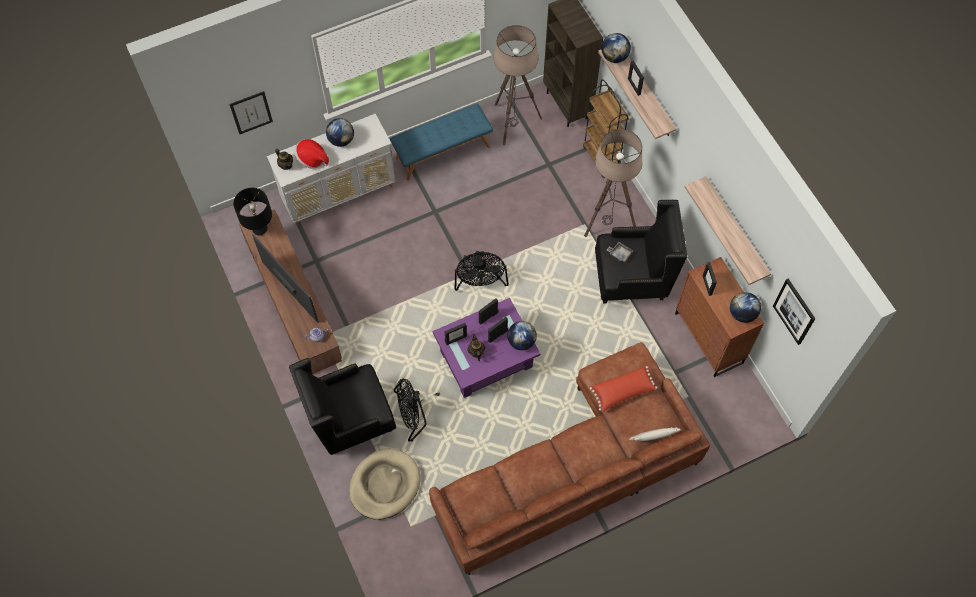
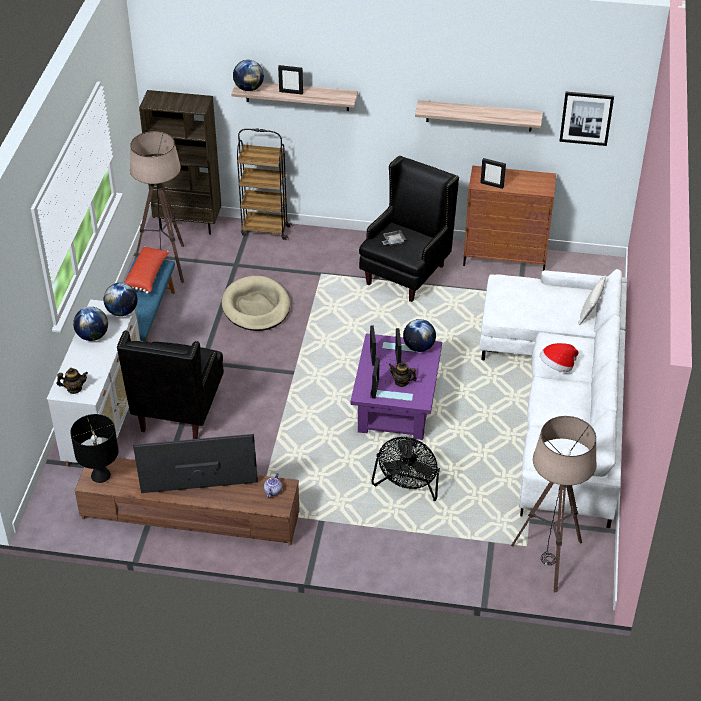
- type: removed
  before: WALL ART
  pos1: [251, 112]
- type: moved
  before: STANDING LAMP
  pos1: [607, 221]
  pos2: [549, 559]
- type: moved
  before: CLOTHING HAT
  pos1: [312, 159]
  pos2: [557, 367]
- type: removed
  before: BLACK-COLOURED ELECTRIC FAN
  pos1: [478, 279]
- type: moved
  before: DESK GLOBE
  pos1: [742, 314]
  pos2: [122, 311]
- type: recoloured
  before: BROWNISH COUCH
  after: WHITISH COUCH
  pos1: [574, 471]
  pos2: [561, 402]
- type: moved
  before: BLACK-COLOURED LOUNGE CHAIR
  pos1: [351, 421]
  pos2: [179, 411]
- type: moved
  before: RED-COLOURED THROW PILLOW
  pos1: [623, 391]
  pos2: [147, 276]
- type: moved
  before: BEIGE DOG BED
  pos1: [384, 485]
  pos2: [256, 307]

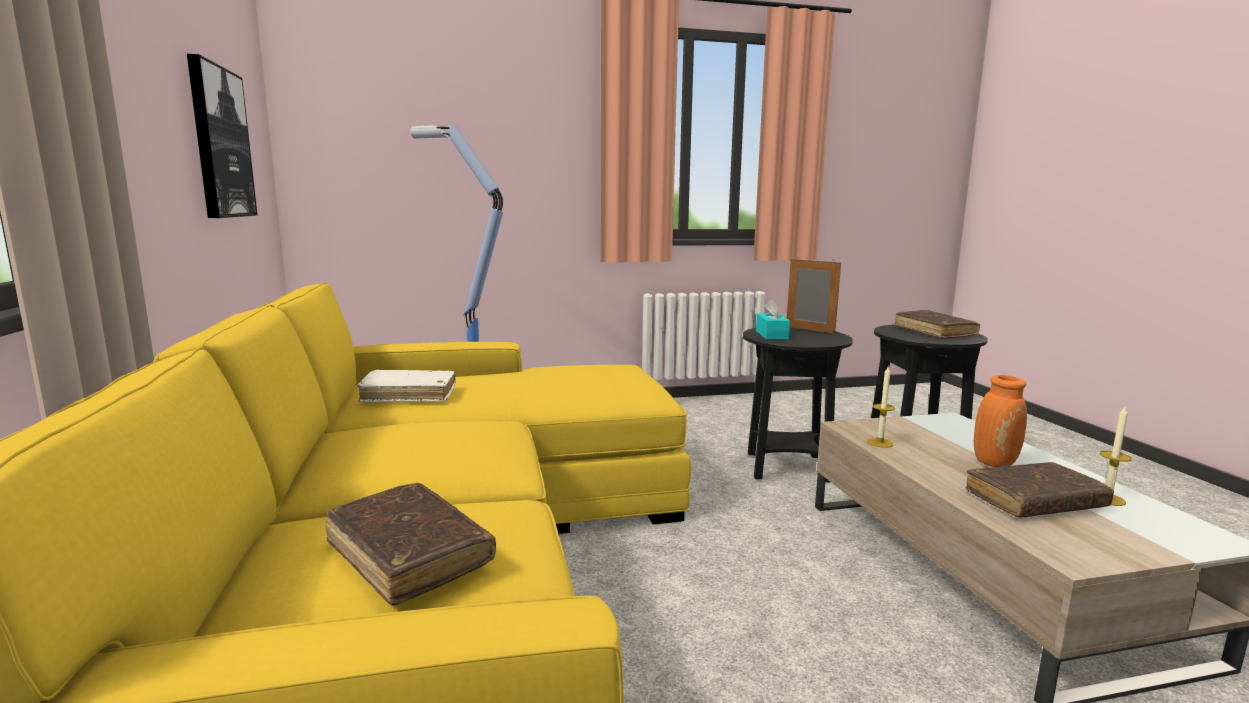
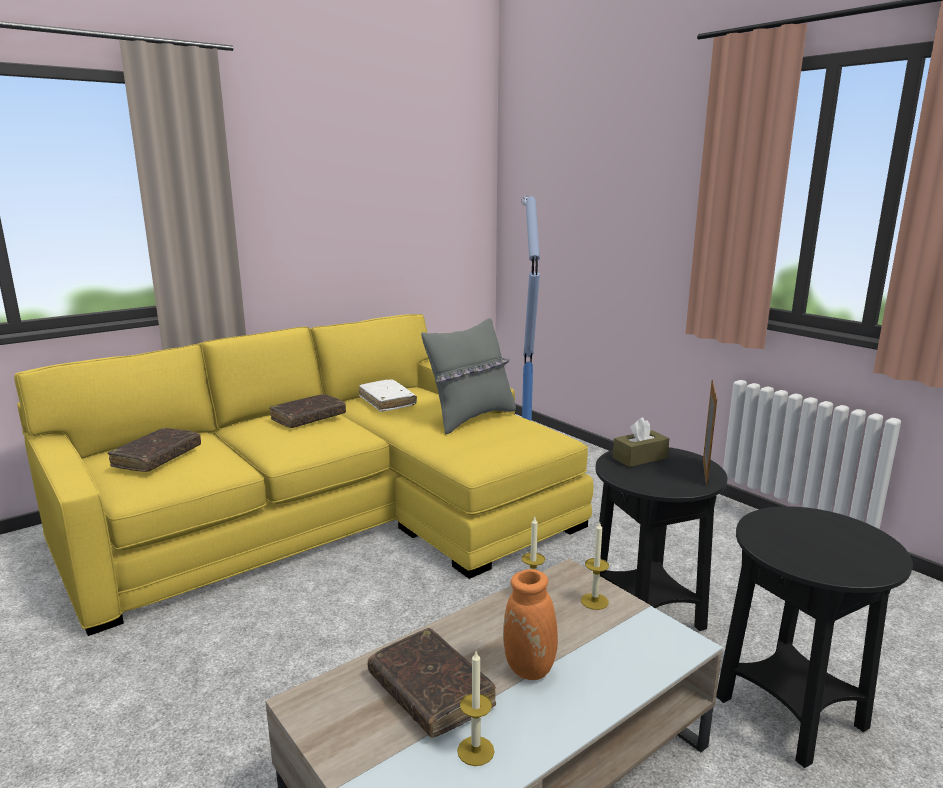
- type: removed
  before: WALL ART
  pos1: [220, 143]
- type: recoloured
  before: TURQUOISE TISSUE BOX
  after: BROWNISH TISSUE BOX
  pos1: [771, 335]
  pos2: [640, 458]
- type: moved
  before: BROWNISH VOLUME
  pos1: [934, 332]
  pos2: [308, 418]
- type: added
  after: GREY THROW PILLOW
  pos2: [471, 418]
- type: added
  after: WAX LIGHT
  pos2: [594, 601]

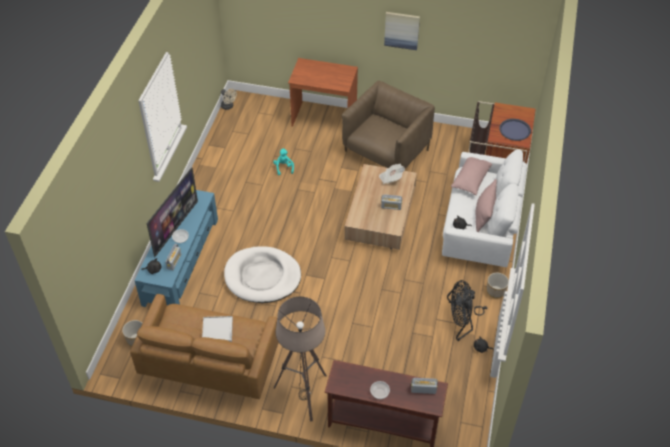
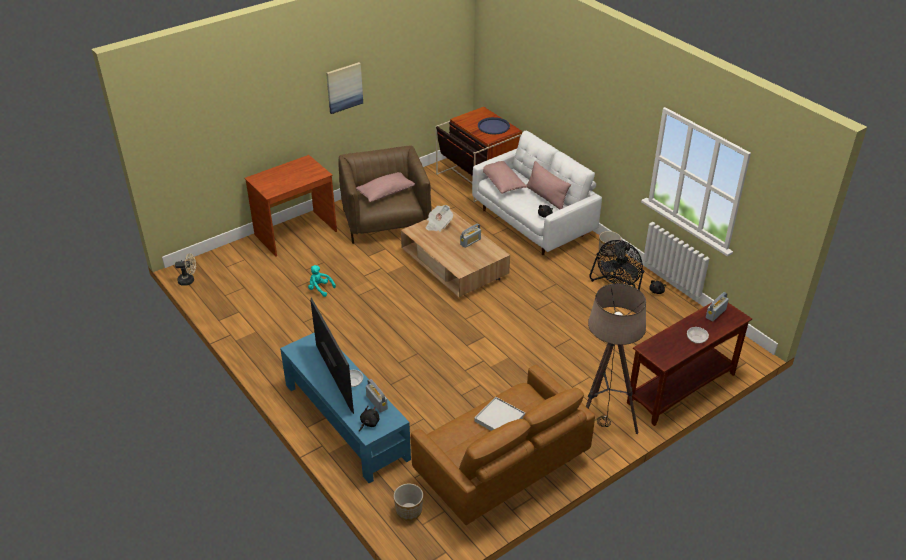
- type: removed
  before: WHITISH DOG BED
  pos1: [262, 277]
- type: added
  after: PINKISH THROW PILLOW
  pos2: [385, 193]

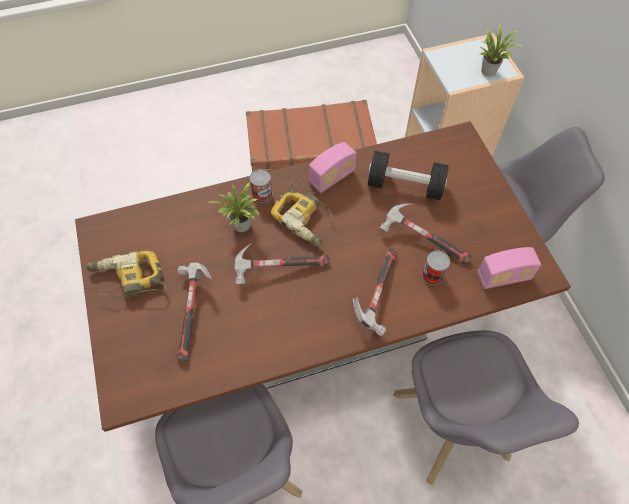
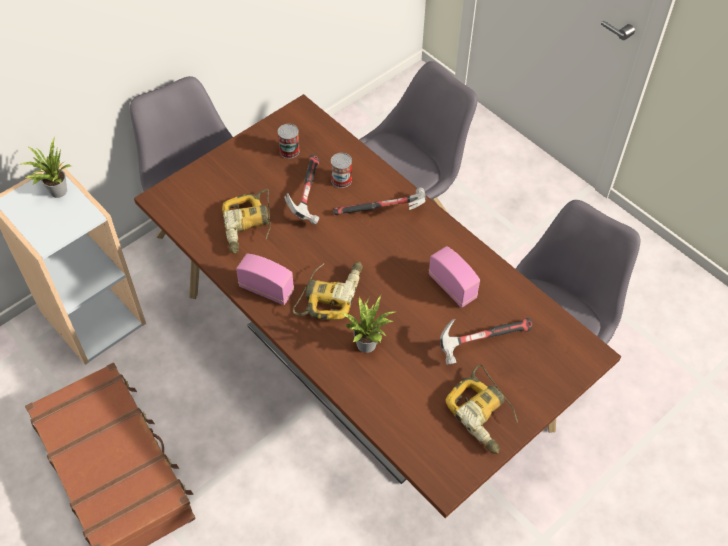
- type: replaced
  before: BLACK-COLOURED FREE WEIGHT
  after: DRILL
  pos1: [405, 186]
  pos2: [249, 226]
- type: moved
  before: CAN
  pos1: [262, 194]
  pos2: [289, 150]
- type: removed
  before: TOOL HAMMER
  pos1: [278, 268]
- type: moved
  before: RADIO
  pos1: [503, 277]
  pos2: [452, 287]

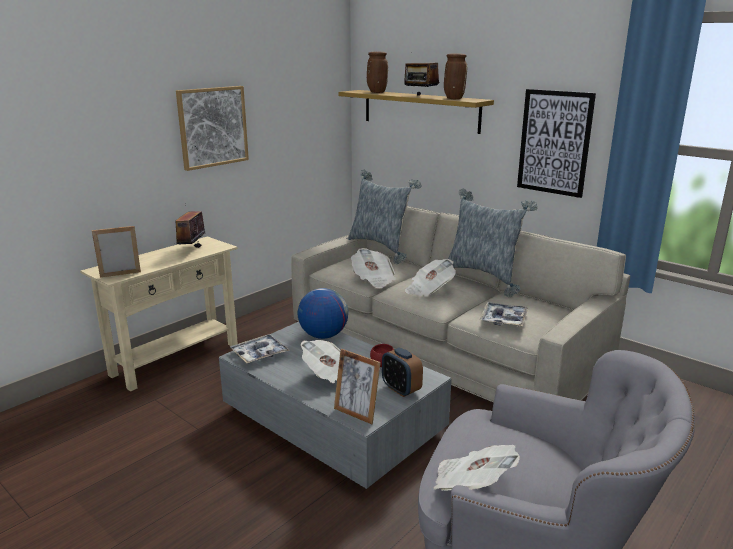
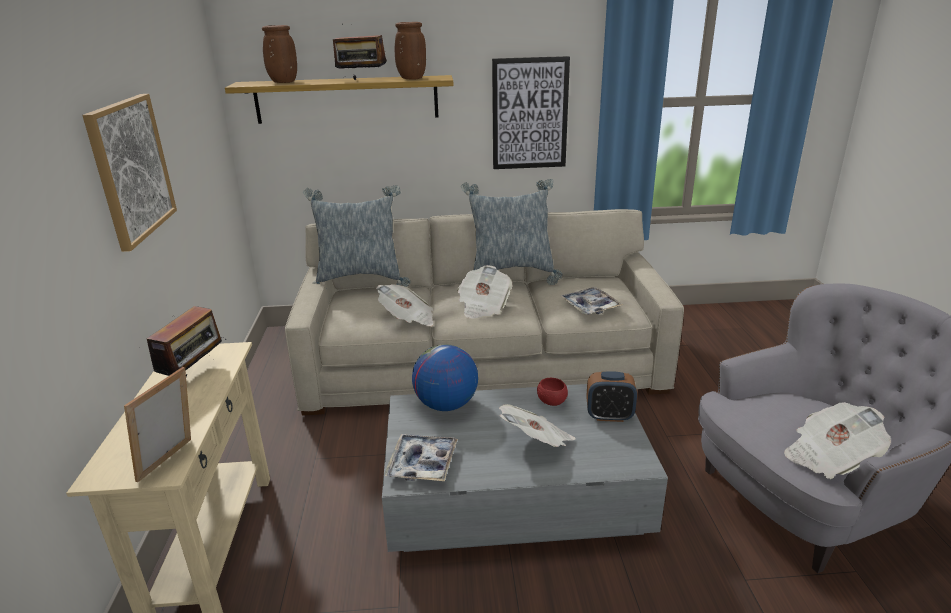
- type: turned
  before: RADIO
  pos1: [191, 250]
  pos2: [195, 373]
  turn: -120
- type: removed
  before: STANDING FRAME
  pos1: [356, 413]

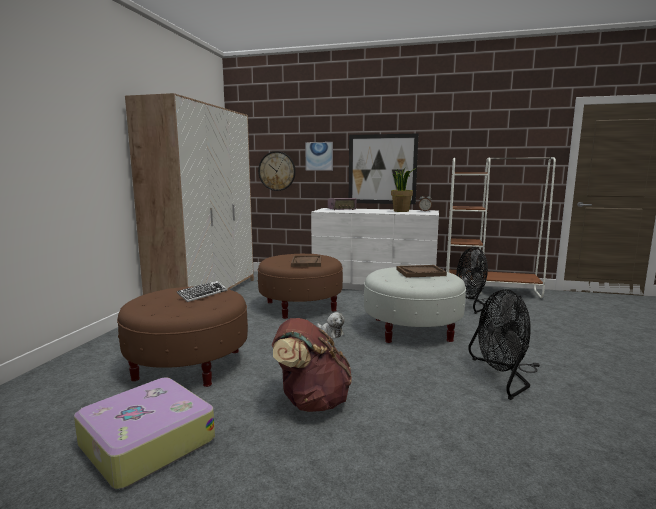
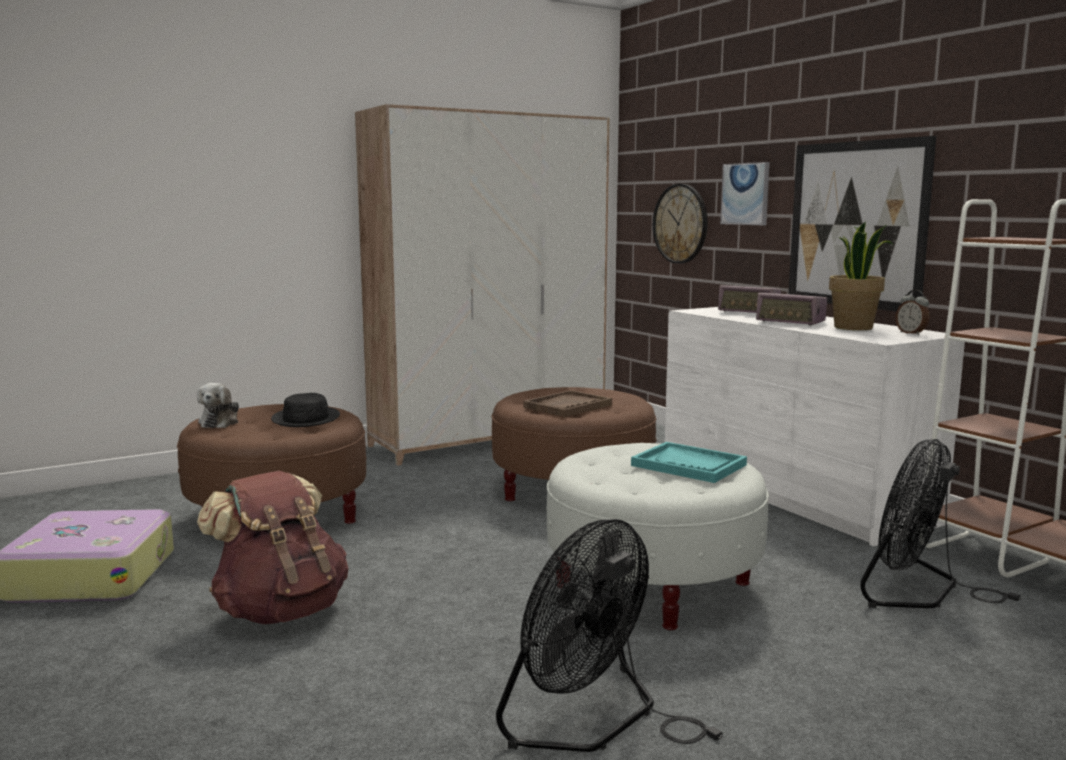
- type: recoloured
  before: BROWNISH CARRYING TRAY
  after: TURQUOISE CARRYING TRAY
  pos1: [420, 272]
  pos2: [689, 465]
- type: replaced
  before: KEYBOARD
  after: BLACK-COLOURED CLOTHING HAT
  pos1: [202, 294]
  pos2: [306, 418]
- type: moved
  before: SOFT TOY
  pos1: [330, 333]
  pos2: [220, 422]
- type: added
  after: RADIO
  pos2: [791, 322]

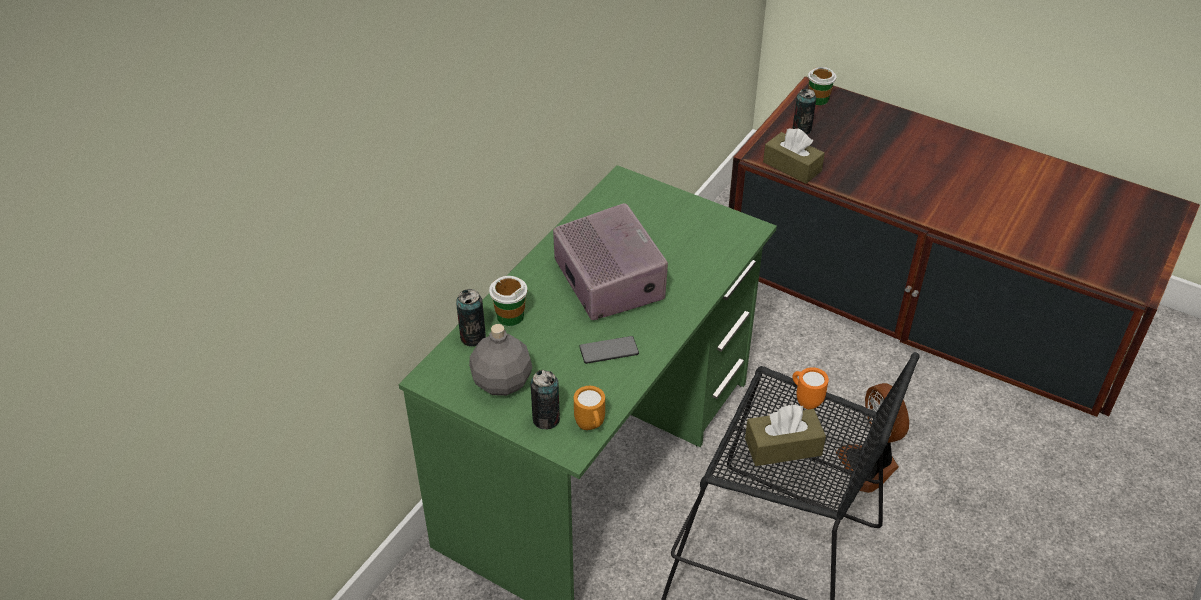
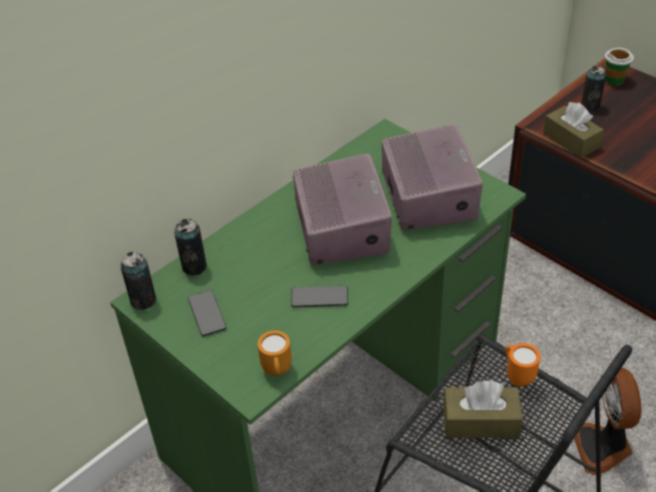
- type: removed
  before: DRINKING CUP
  pos1: [510, 316]
- type: replaced
  before: GREY BOTTLE
  after: HANDSET
  pos1: [502, 381]
  pos2: [207, 313]
- type: moved
  before: CAN
  pos1: [546, 419]
  pos2: [143, 300]
- type: added
  after: RADIO
  pos2: [429, 195]

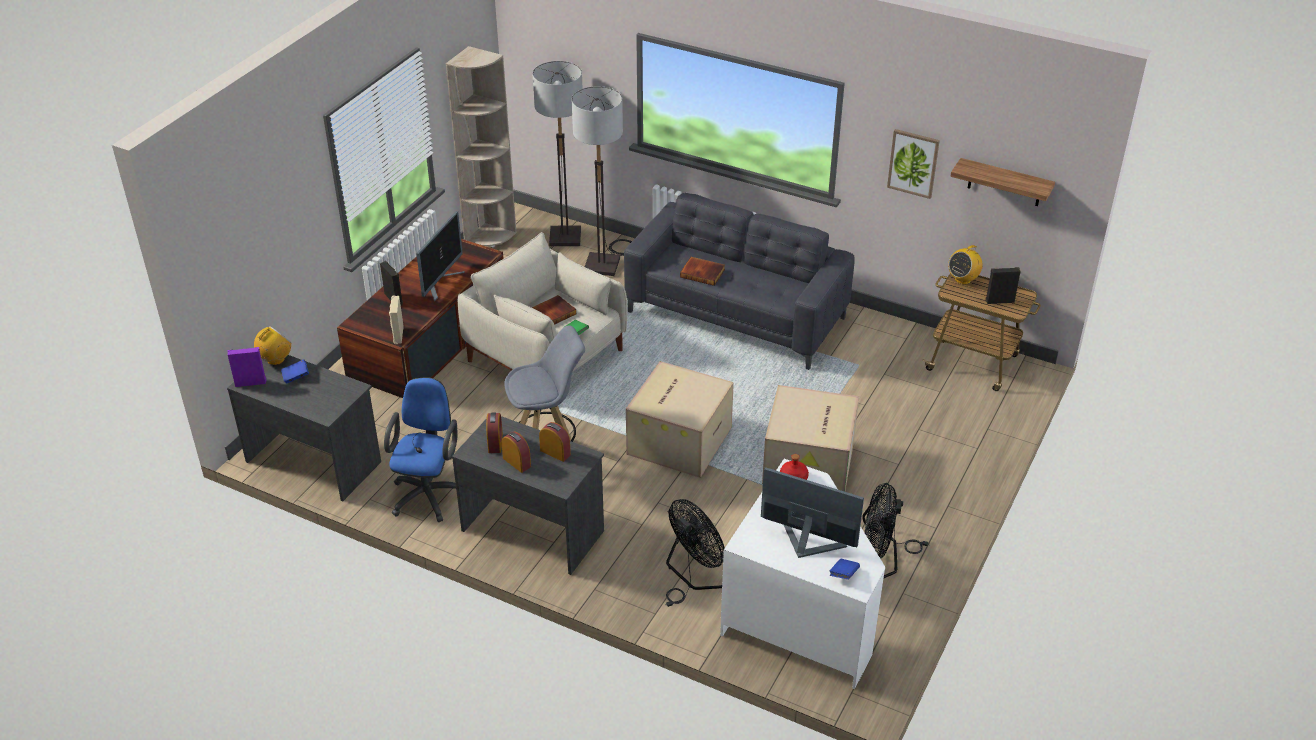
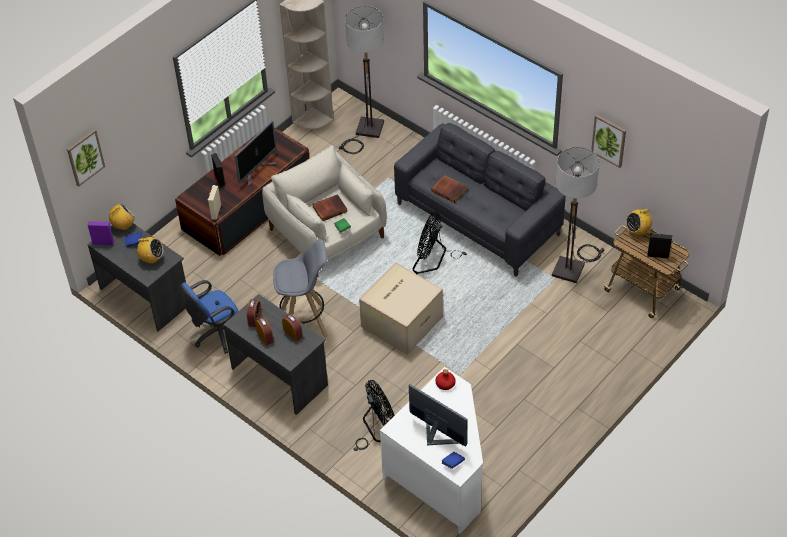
- type: moved
  before: STANDING LAMP
  pos1: [608, 261]
  pos2: [574, 266]
- type: removed
  before: SHELF
  pos1: [1005, 183]
- type: turned
  before: BLUE-COLOURED DESK CHAIR
  pos1: [429, 493]
  pos2: [217, 334]
  turn: -150
- type: removed
  before: PACKING BOX
  pos1: [809, 464]
- type: moved
  before: BLACK-COLOURED ELECTRIC FAN
  pos1: [883, 554]
  pos2: [435, 256]
- type: added
  after: WALL ART
  pos2: [85, 157]
- type: added
  after: RADIO
  pos2: [151, 259]

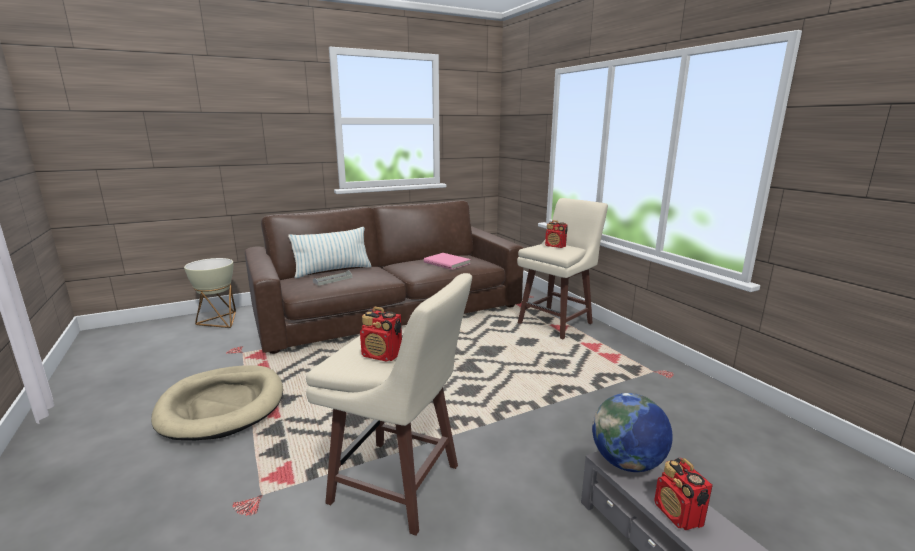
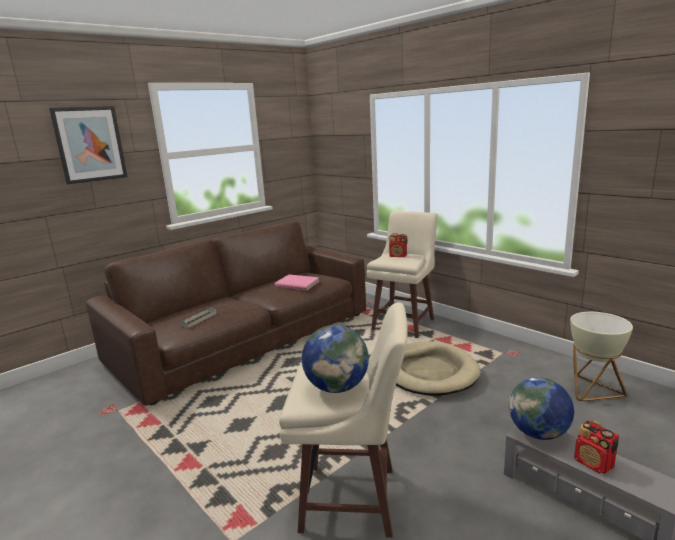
- type: removed
  before: THROW PILLOW
  pos1: [333, 271]
- type: moved
  before: PLANTER
  pos1: [219, 321]
  pos2: [591, 391]
- type: replaced
  before: RADIO
  after: DESK GLOBE
  pos1: [382, 355]
  pos2: [337, 387]
- type: moved
  before: BEIGE DOG BED
  pos1: [222, 405]
  pos2: [428, 372]
- type: added
  after: WALL ART
  pos2: [90, 144]

